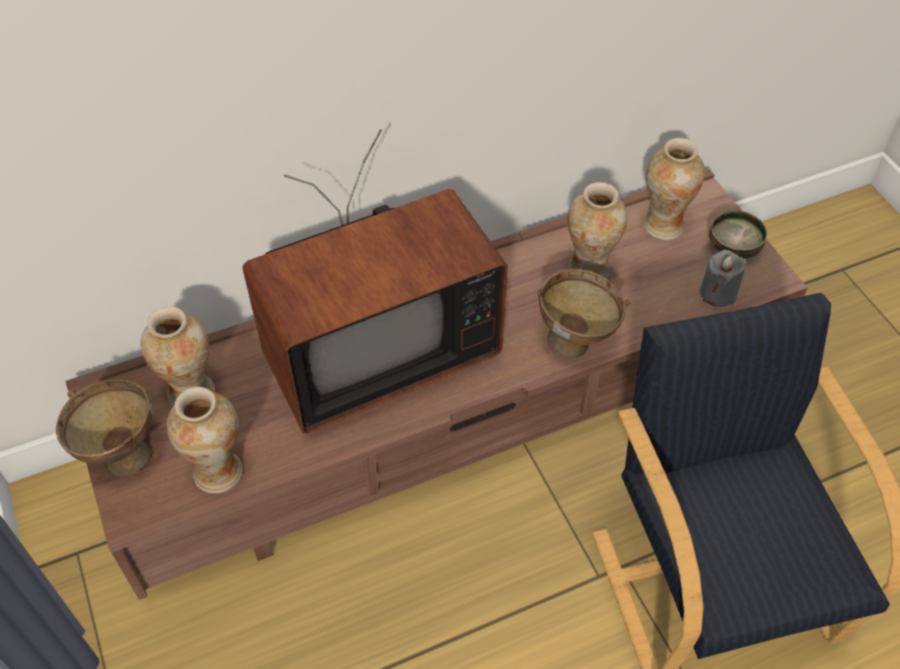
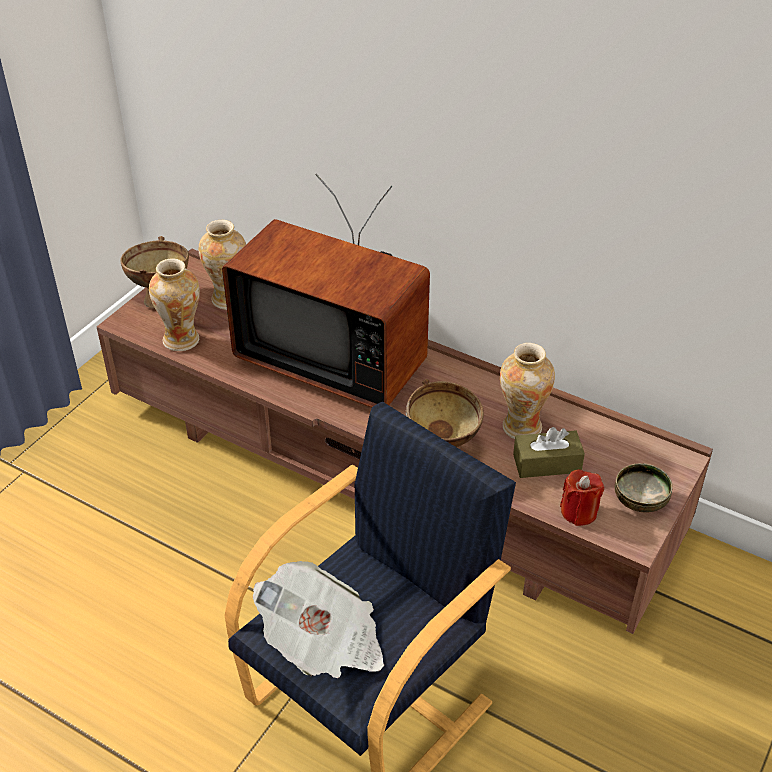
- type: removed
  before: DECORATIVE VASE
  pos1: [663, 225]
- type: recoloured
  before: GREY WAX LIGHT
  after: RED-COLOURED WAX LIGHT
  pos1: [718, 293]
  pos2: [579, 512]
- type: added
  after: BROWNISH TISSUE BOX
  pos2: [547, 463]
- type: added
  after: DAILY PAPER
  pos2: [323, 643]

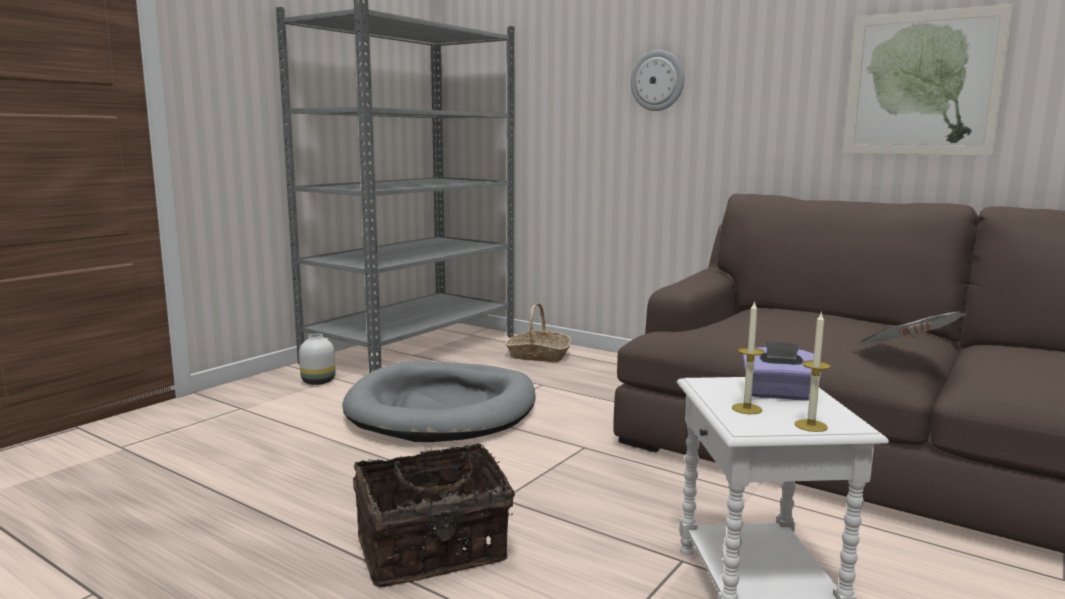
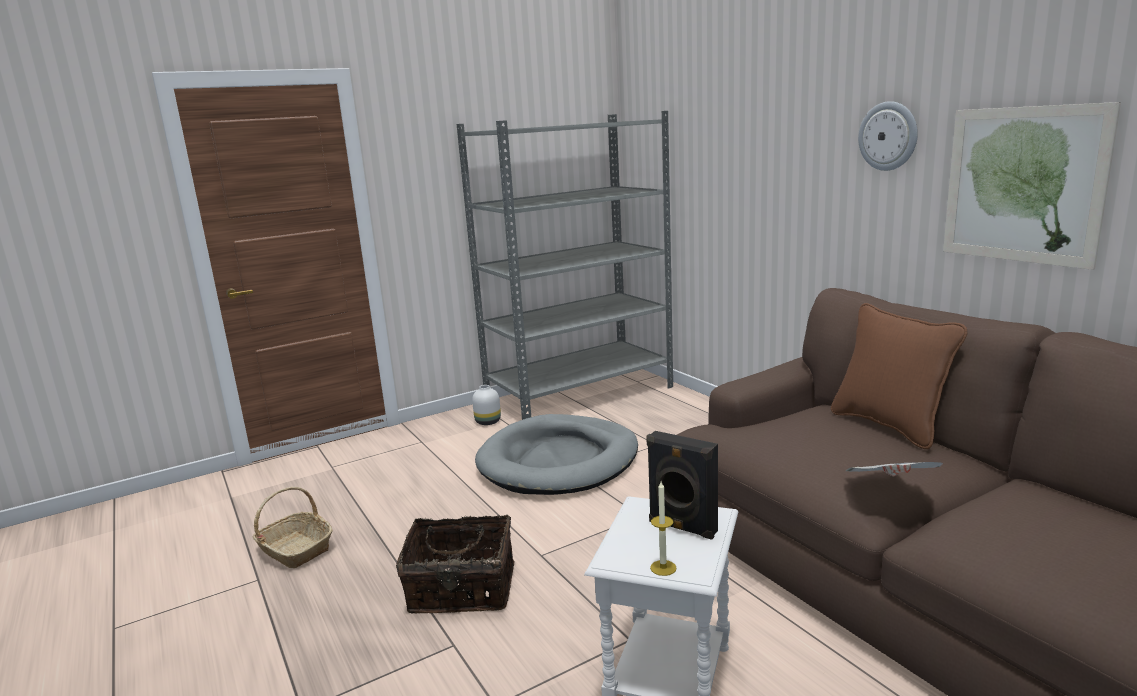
- type: moved
  before: CLOCK ON THE WALL
  pos1: [657, 80]
  pos2: [888, 136]
- type: removed
  before: WAX LIGHT
  pos1: [746, 409]
- type: moved
  before: HOUSEHOLD BASKET
  pos1: [538, 356]
  pos2: [295, 549]
- type: replaced
  before: PURPLE-COLOURED TISSUE BOX
  after: BLACK-COLOURED AUDIO SPEAKER
  pos1: [778, 394]
  pos2: [682, 528]
- type: added
  after: BROWNISH THROW PILLOW
  pos2: [889, 425]

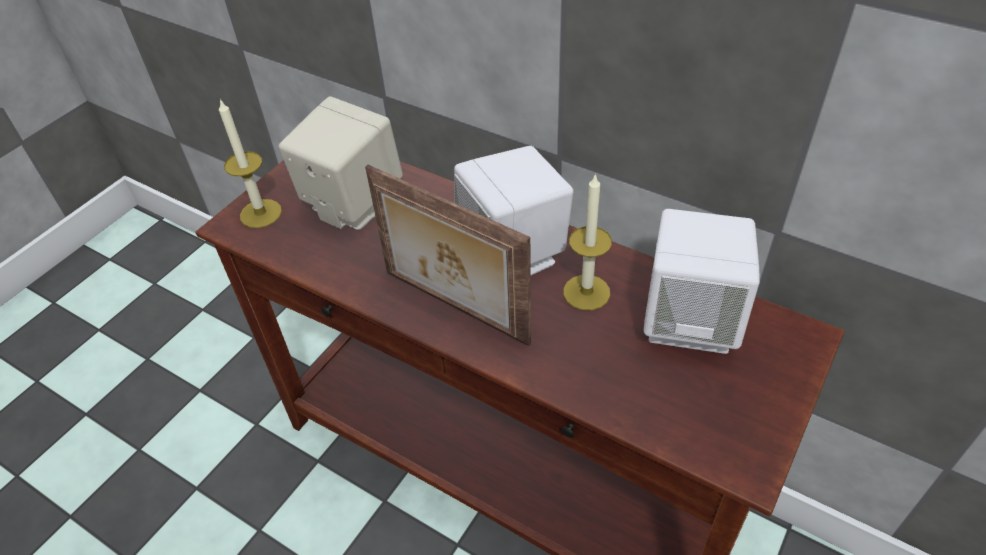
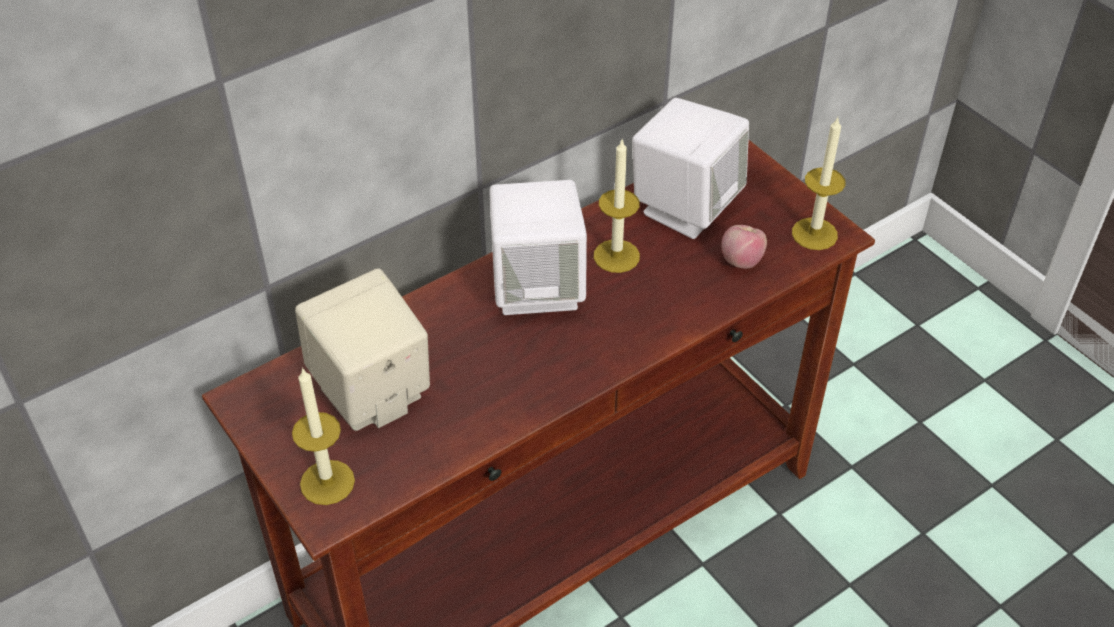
- type: removed
  before: STANDING FRAME
  pos1: [453, 308]
- type: added
  after: WAX LIGHT
  pos2: [814, 234]
- type: added
  after: WHOLE APPLE
  pos2: [741, 261]

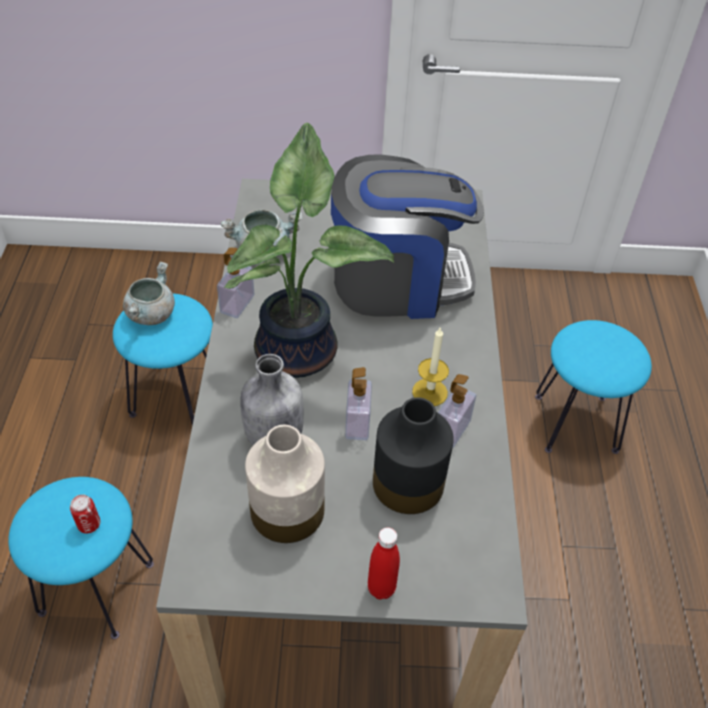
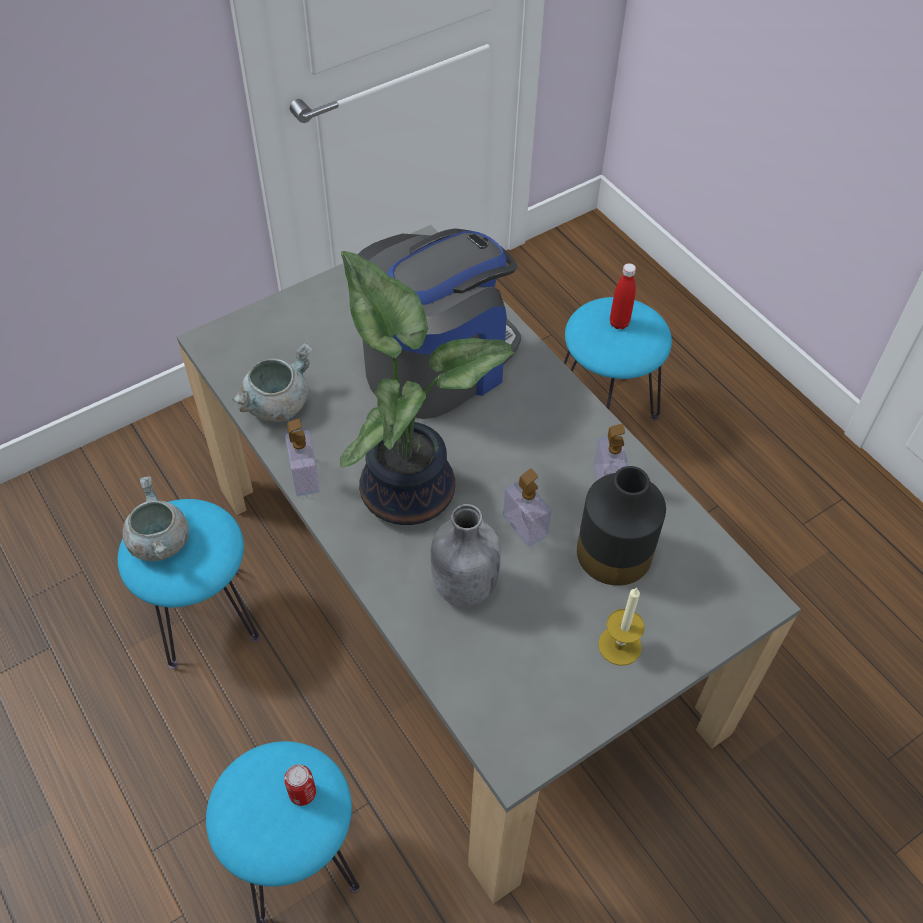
- type: moved
  before: WAX LIGHT
  pos1: [429, 392]
  pos2: [619, 645]
- type: removed
  before: BEIGE DECORATIVE VASE
  pos1: [286, 510]
- type: moved
  before: RED-COLOURED BOTTLE
  pos1: [381, 588]
  pos2: [619, 323]

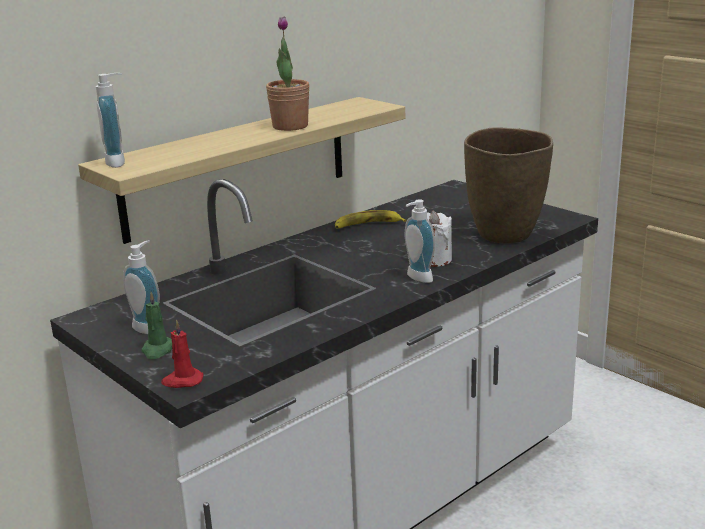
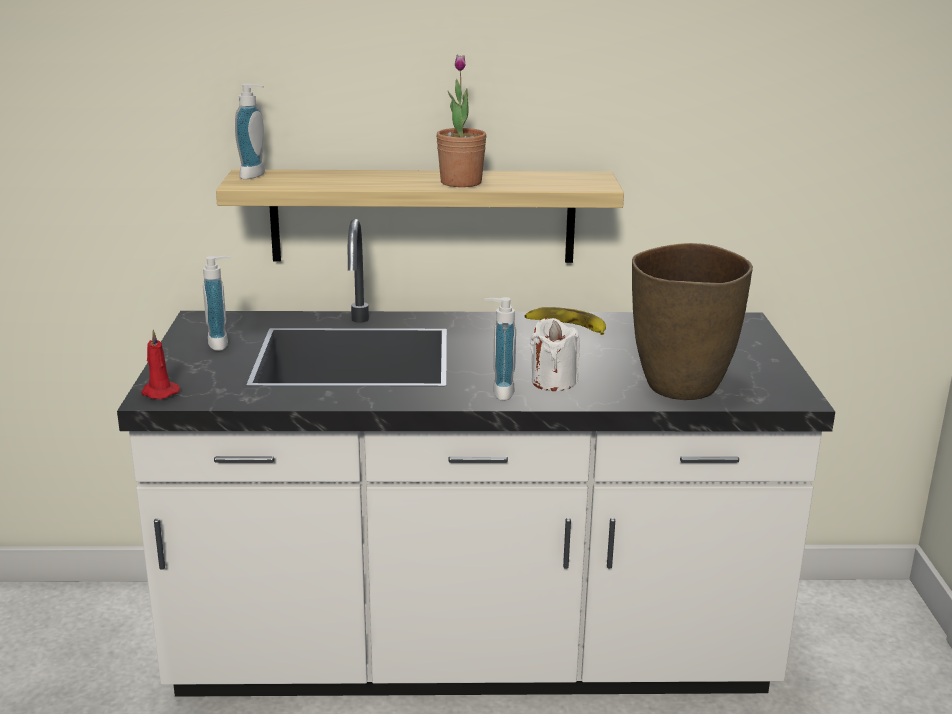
- type: removed
  before: GREENISH WAX LIGHT
  pos1: [158, 350]

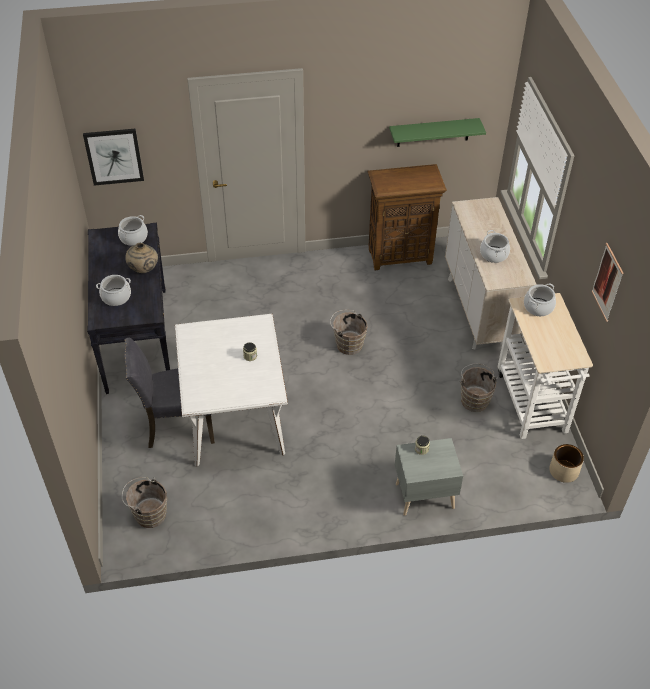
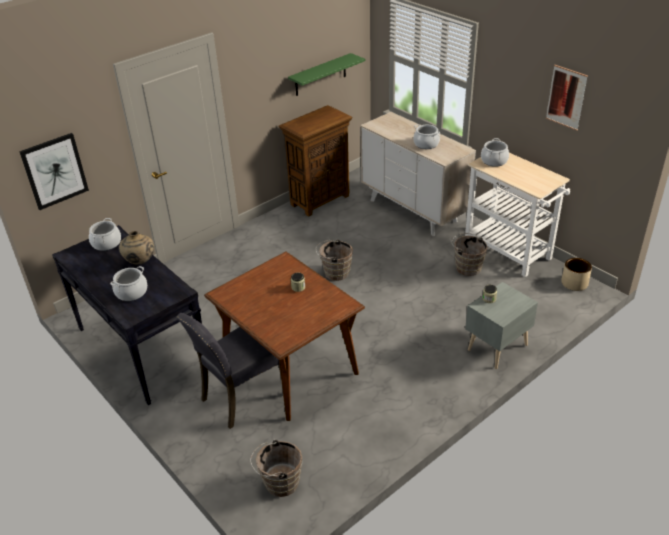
- type: recoloured
  before: WHITISH DINING TABLE
  after: BROWNISH DINING TABLE
  pos1: [234, 418]
  pos2: [289, 367]

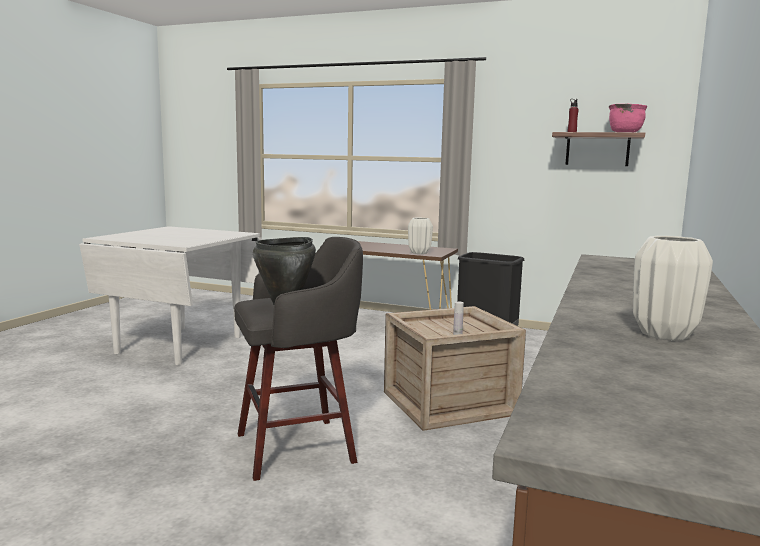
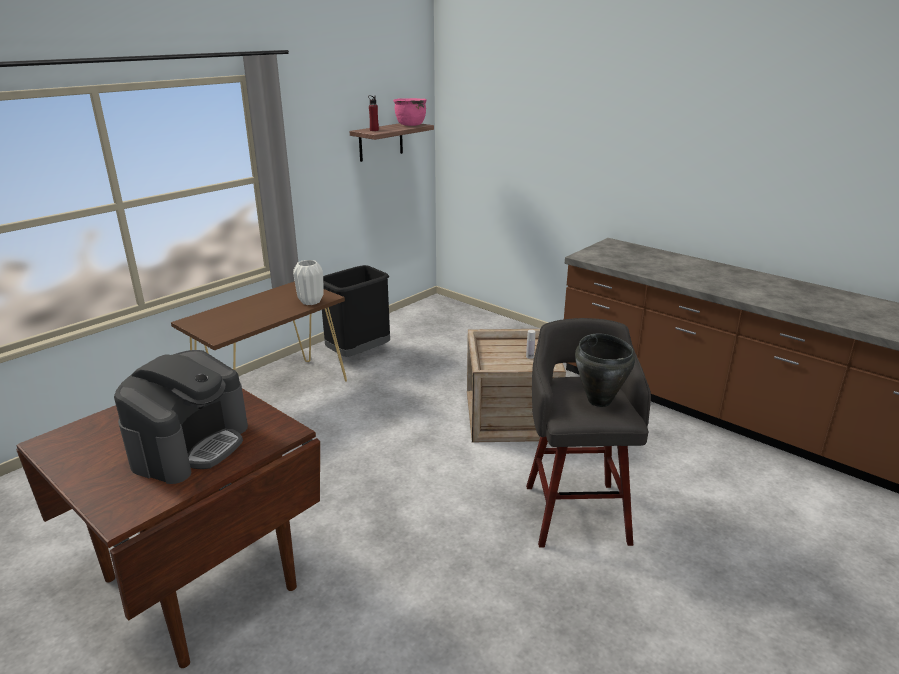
- type: recoloured
  before: WHITISH DINING TABLE
  after: BROWNISH DINING TABLE
  pos1: [181, 344]
  pos2: [201, 582]
- type: removed
  before: WHITISH DECORATIVE VASE
  pos1: [663, 334]
- type: added
  after: COFFEE MACHINE
  pos2: [191, 445]

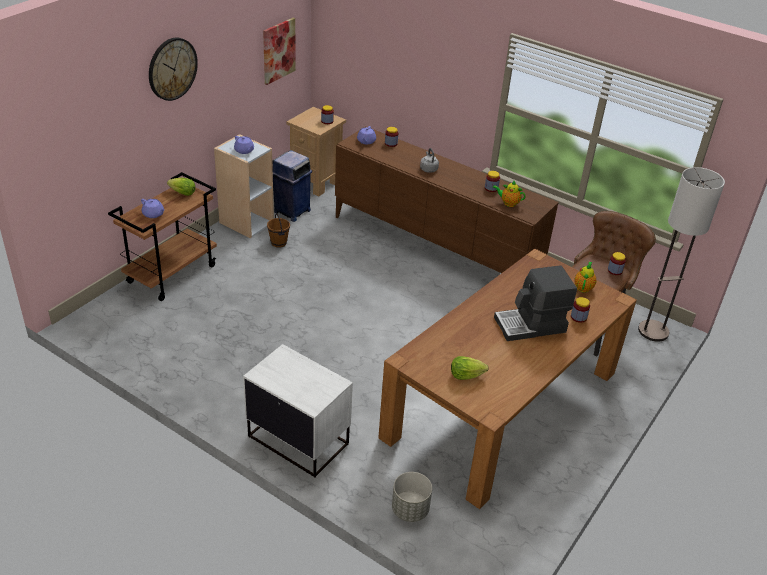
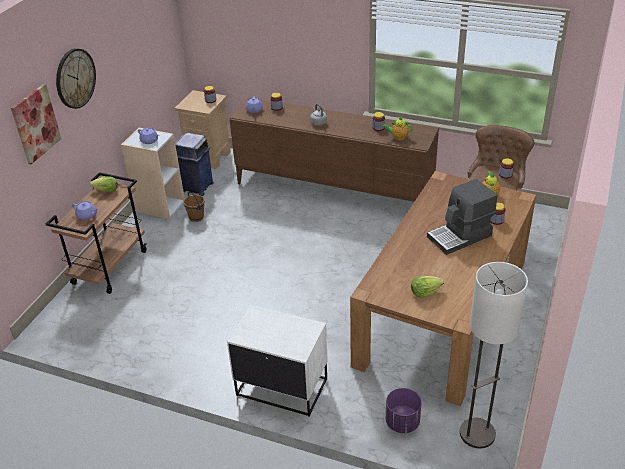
- type: moved
  before: WALL ART
  pos1: [278, 50]
  pos2: [35, 123]
- type: moved
  before: STANDING LAMP
  pos1: [653, 331]
  pos2: [477, 434]
- type: recoloured
  before: GREY PLANTER
  after: PURPLE-COLOURED PLANTER
  pos1: [409, 510]
  pos2: [402, 422]

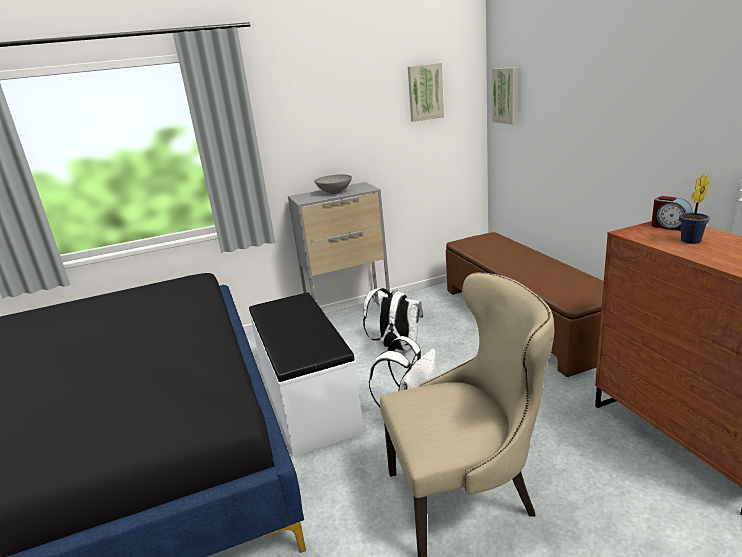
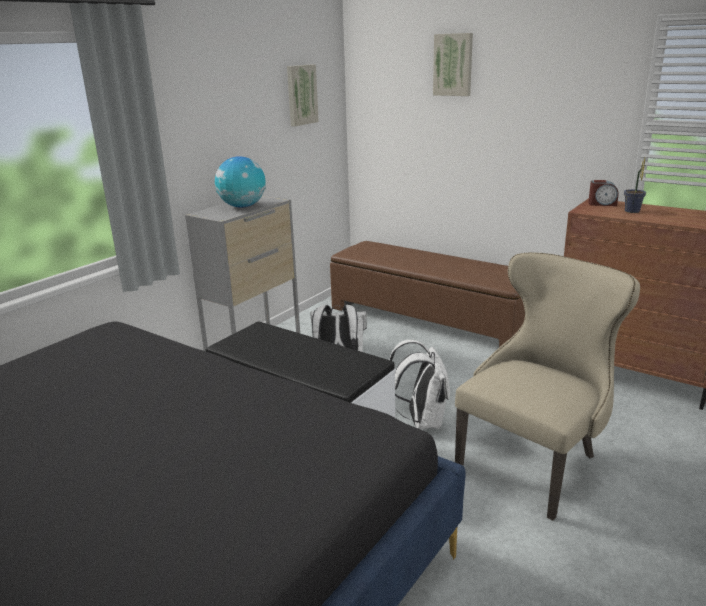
- type: moved
  before: WALL ART
  pos1: [506, 95]
  pos2: [453, 65]
- type: replaced
  before: GREY BOWL
  after: DESK GLOBE
  pos1: [335, 192]
  pos2: [243, 206]

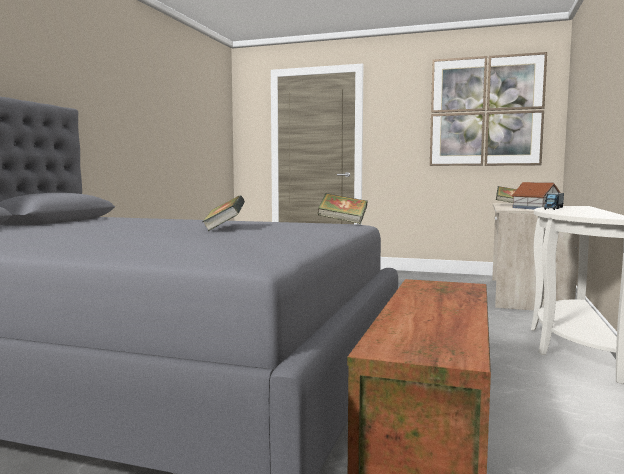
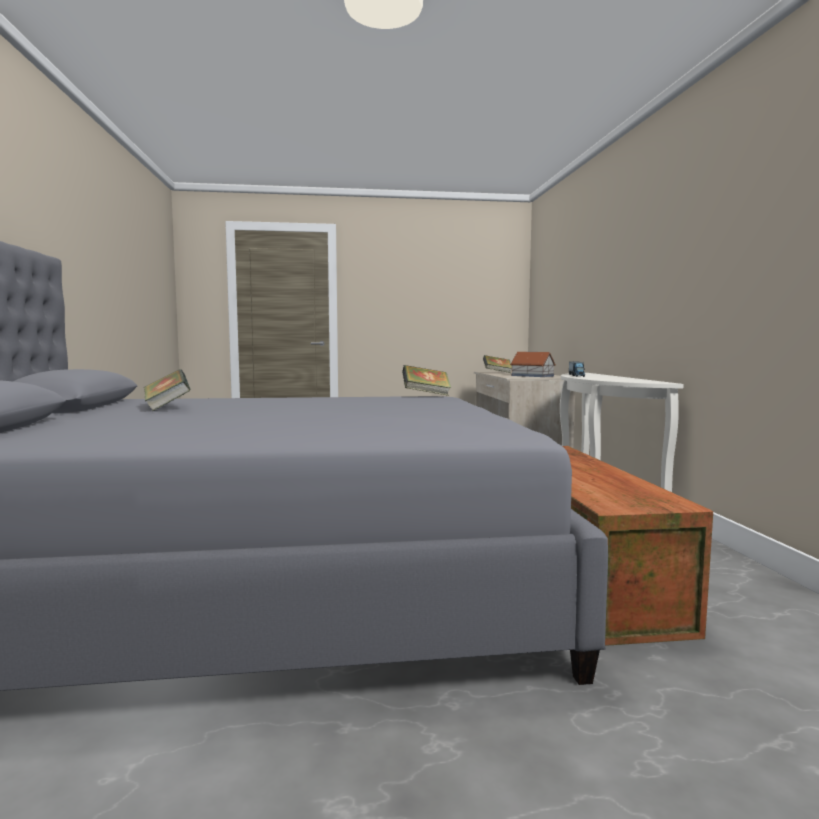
- type: removed
  before: WALL ART
  pos1: [485, 111]
- type: moved
  before: VOLUME
  pos1: [224, 228]
  pos2: [167, 408]

